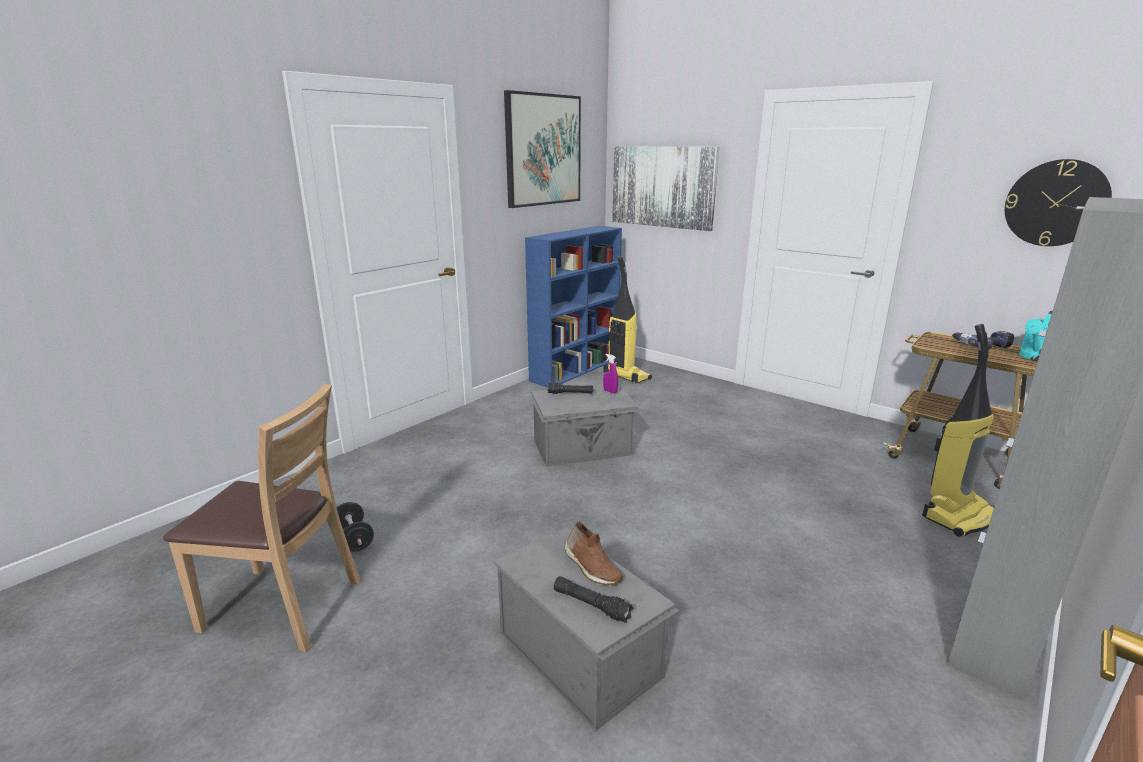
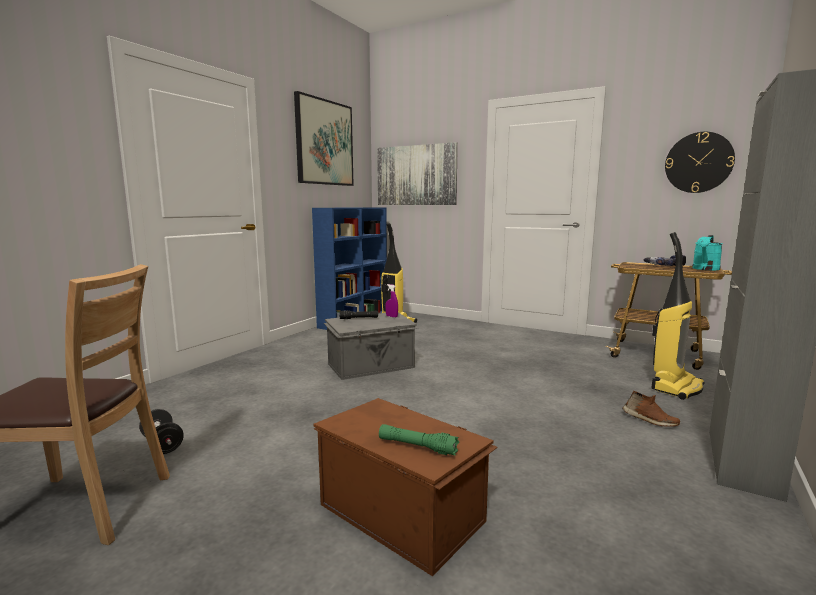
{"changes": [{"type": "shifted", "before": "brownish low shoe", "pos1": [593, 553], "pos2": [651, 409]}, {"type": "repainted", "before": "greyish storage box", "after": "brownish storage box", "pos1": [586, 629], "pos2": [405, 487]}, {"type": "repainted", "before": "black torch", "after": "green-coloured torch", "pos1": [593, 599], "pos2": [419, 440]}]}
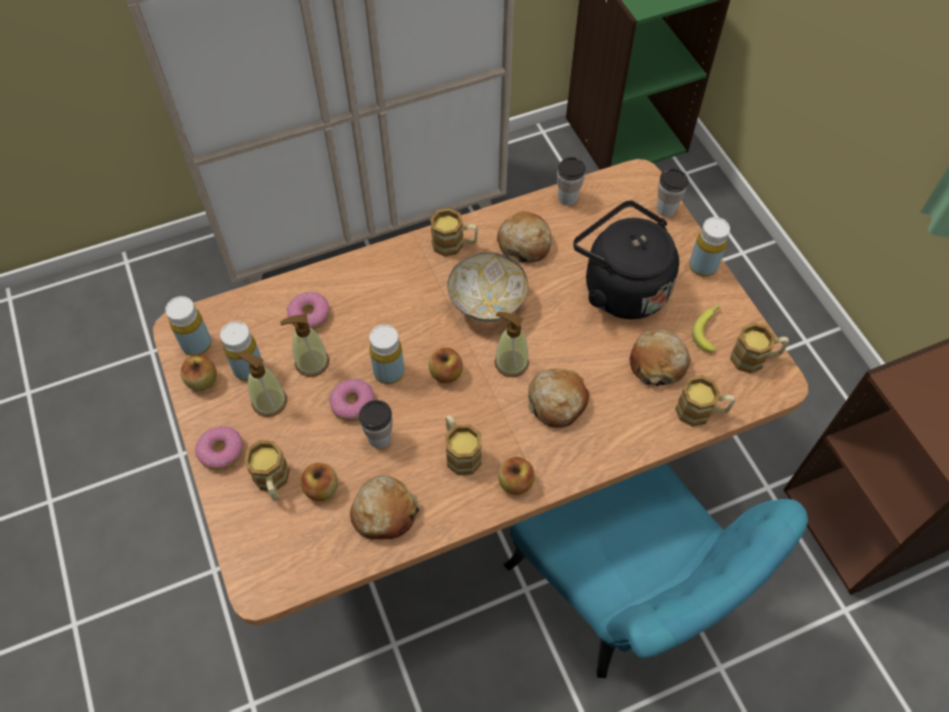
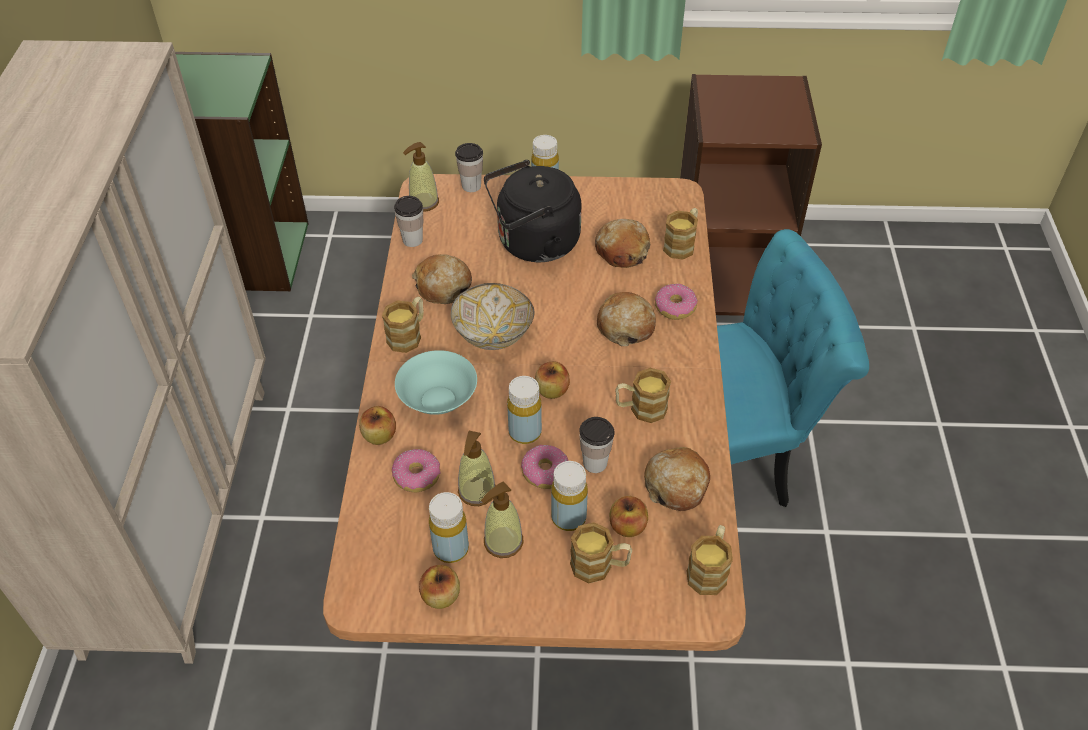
{"changes": [{"type": "gone", "before": "banana", "pos1": [706, 328]}, {"type": "new", "after": "turquoise-coloured deep dish", "pos2": [436, 382]}, {"type": "shifted", "before": "yellowish bottle", "pos1": [188, 326], "pos2": [569, 496]}, {"type": "shifted", "before": "donut", "pos1": [219, 448], "pos2": [676, 302]}, {"type": "shifted", "before": "soap dispenser", "pos1": [511, 344], "pos2": [421, 177]}, {"type": "shifted", "before": "whole apple", "pos1": [516, 476], "pos2": [377, 425]}, {"type": "shifted", "before": "tea mug", "pos1": [759, 348], "pos2": [710, 560]}]}
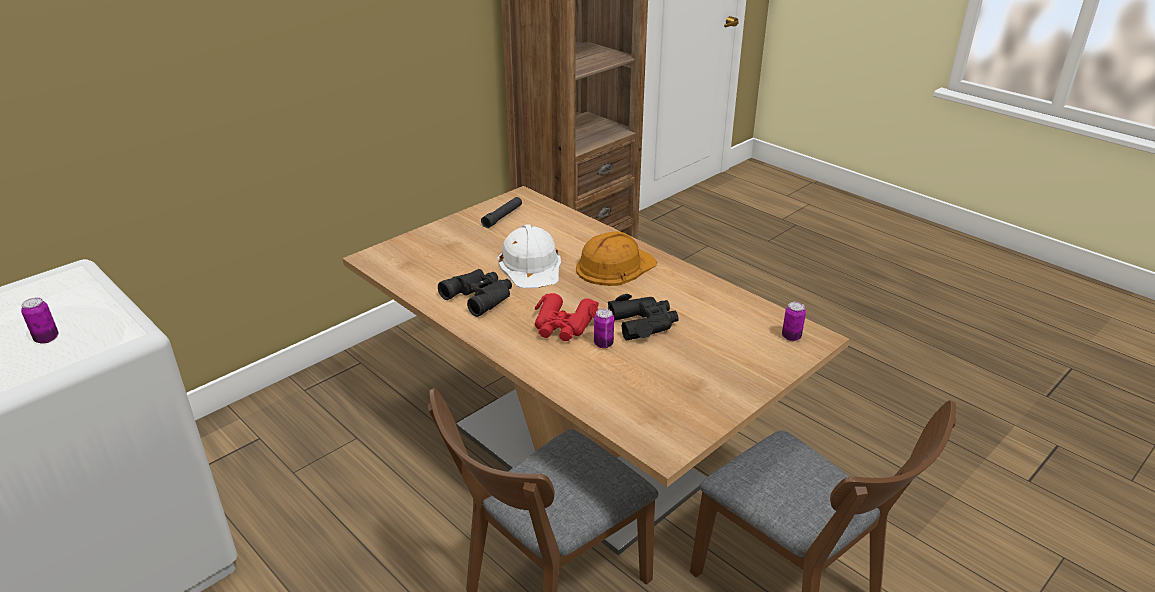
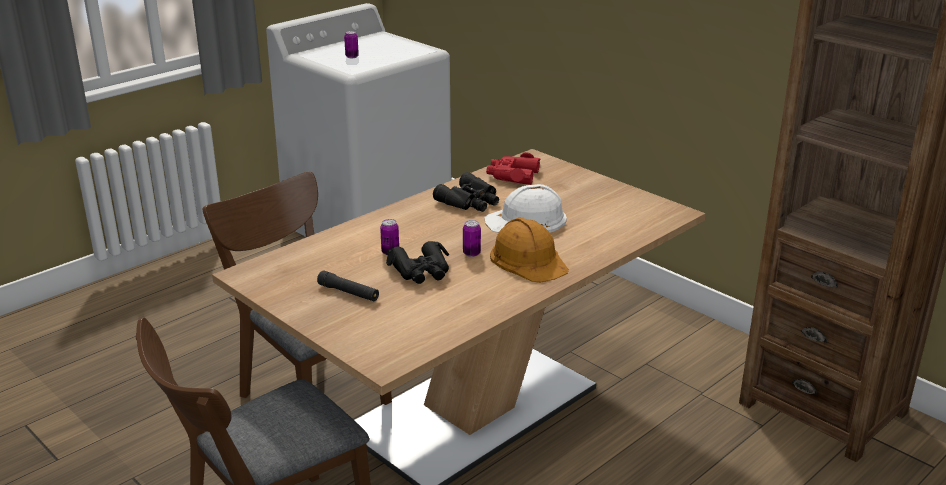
{"changes": [{"type": "shifted", "before": "black torch", "pos1": [501, 212], "pos2": [348, 285]}, {"type": "shifted", "before": "red-coloured binoculars", "pos1": [567, 317], "pos2": [513, 168]}, {"type": "shifted", "before": "sealed can", "pos1": [794, 321], "pos2": [472, 238]}]}
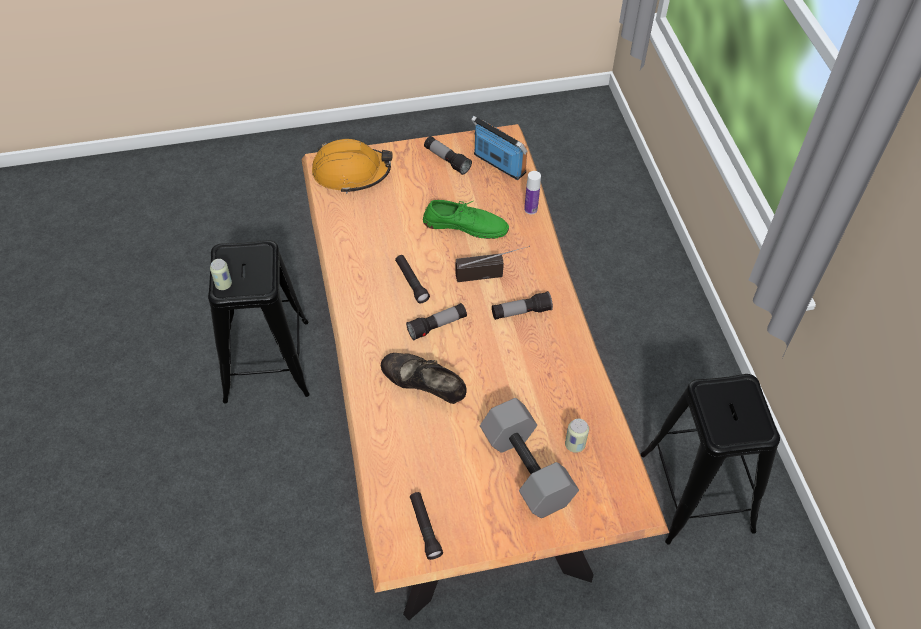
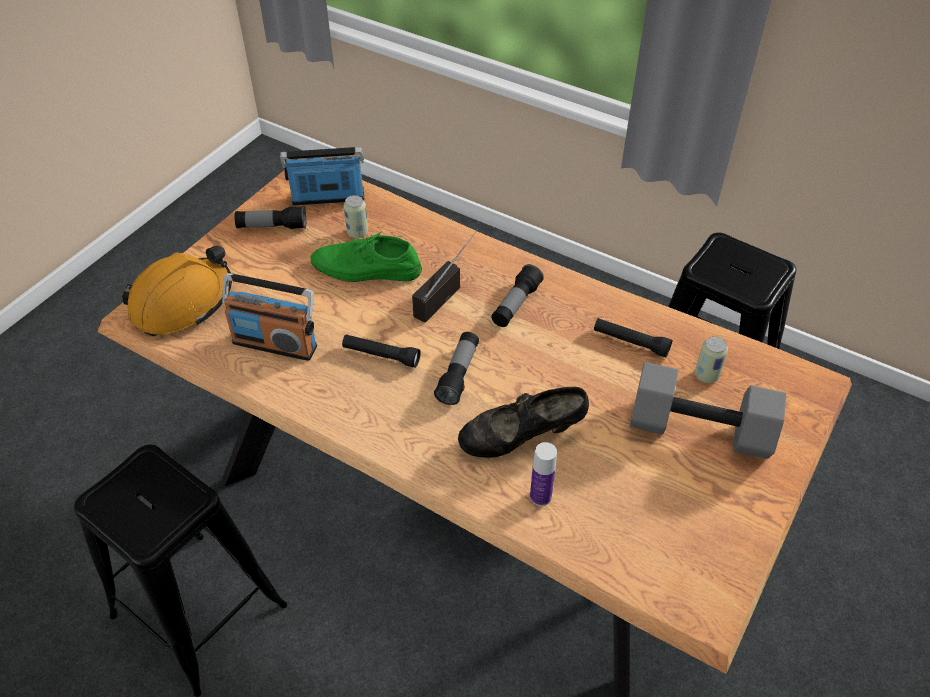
{"changes": [{"type": "new", "after": "radio", "pos2": [269, 317]}, {"type": "shifted", "before": "sealed can", "pos1": [221, 274], "pos2": [356, 216]}, {"type": "shifted", "before": "black torch", "pos1": [426, 526], "pos2": [633, 337]}, {"type": "shifted", "before": "bottle", "pos1": [532, 192], "pos2": [543, 474]}, {"type": "rotated", "before": "green-coloured low shoe", "pos1": [466, 219], "pos2": [366, 256], "turn": -135}]}
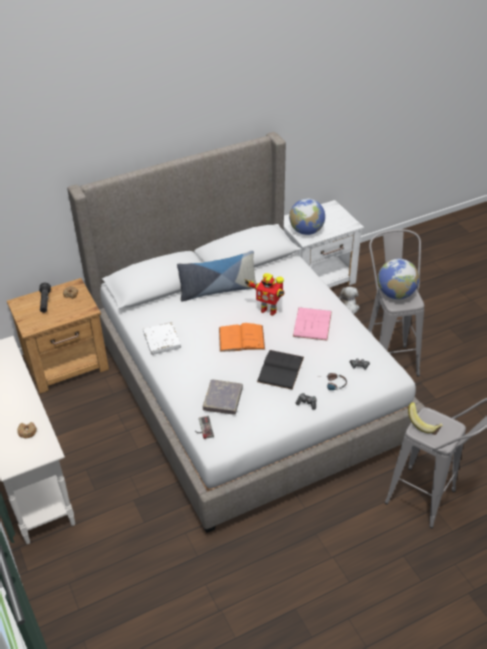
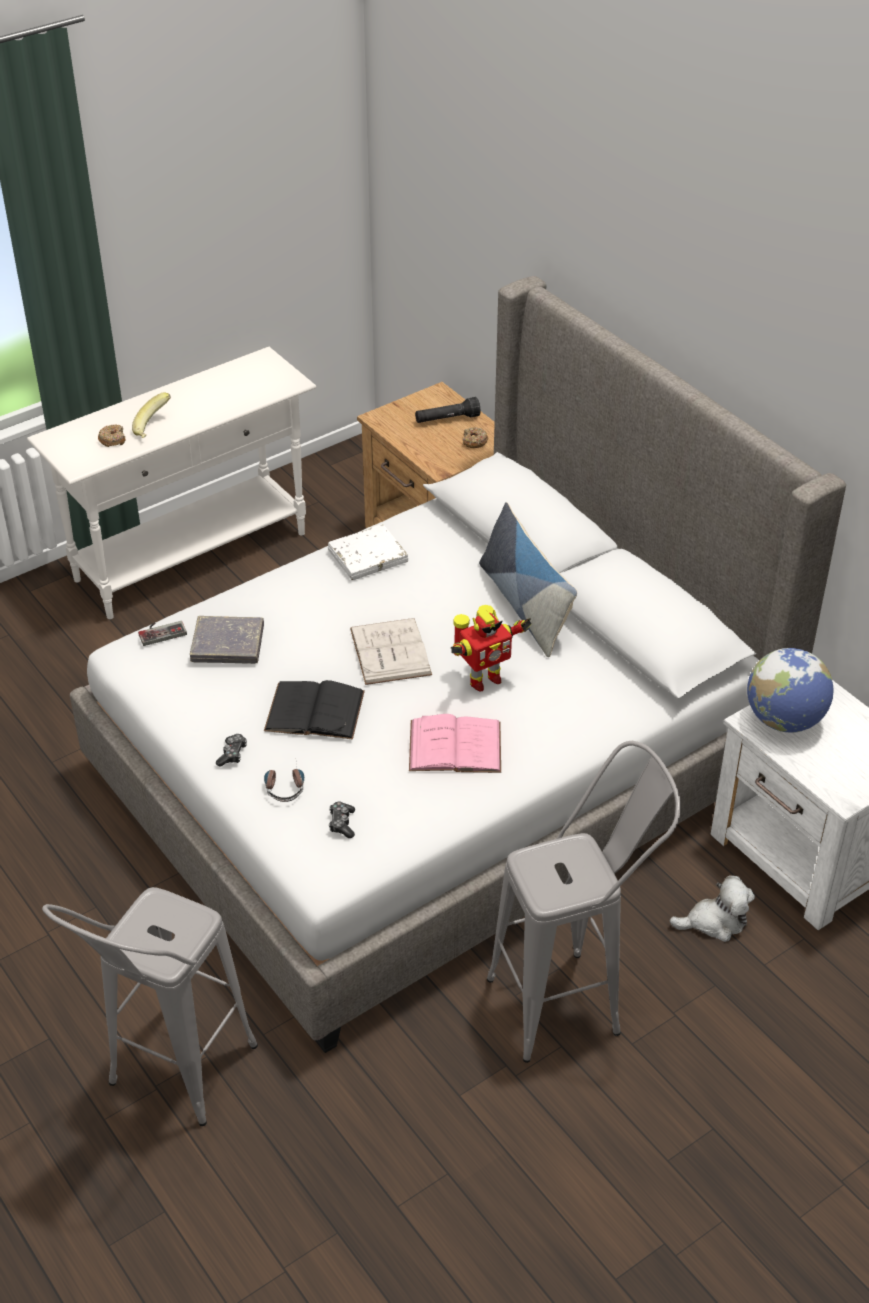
{"changes": [{"type": "gone", "before": "world globe", "pos1": [398, 279]}, {"type": "shifted", "before": "banana", "pos1": [425, 417], "pos2": [151, 415]}, {"type": "repainted", "before": "orange volume", "after": "white-coloured volume", "pos1": [242, 337], "pos2": [391, 651]}, {"type": "rotated", "before": "model robot", "pos1": [264, 294], "pos2": [491, 648], "turn": -135}]}
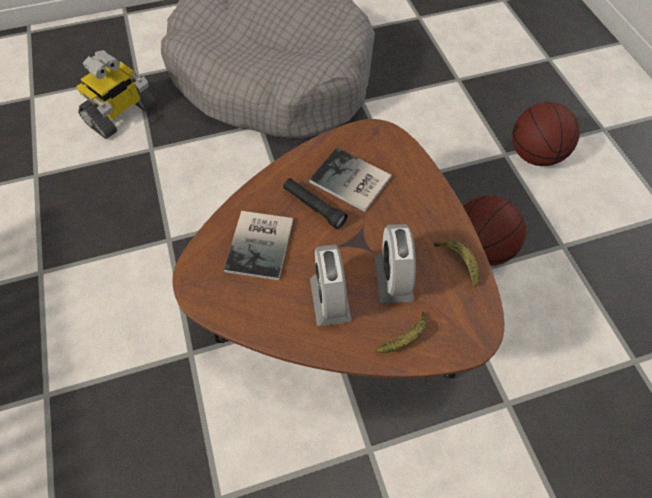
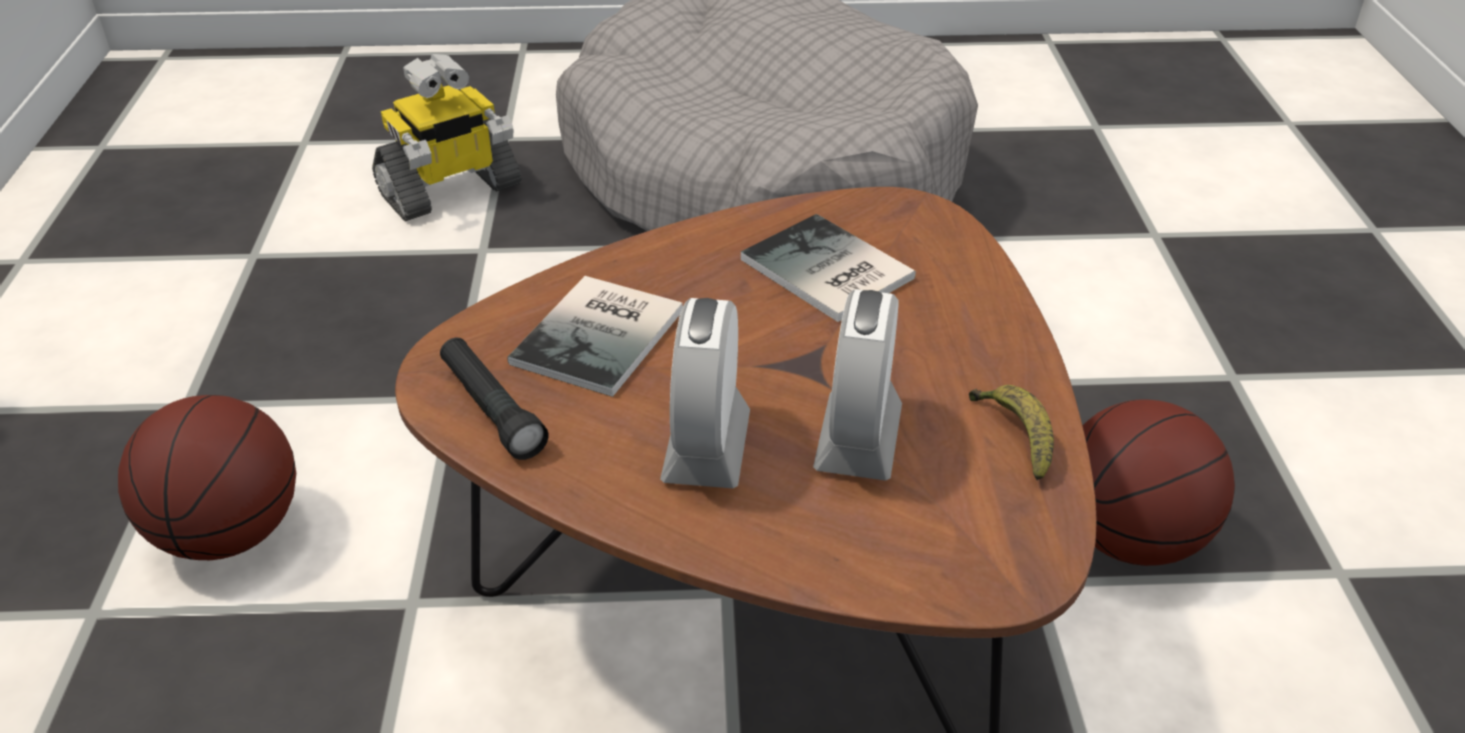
{"changes": [{"type": "gone", "before": "banana", "pos1": [401, 332]}, {"type": "shifted", "before": "black torch", "pos1": [315, 203], "pos2": [494, 399]}, {"type": "shifted", "before": "basketball", "pos1": [546, 134], "pos2": [207, 477]}]}
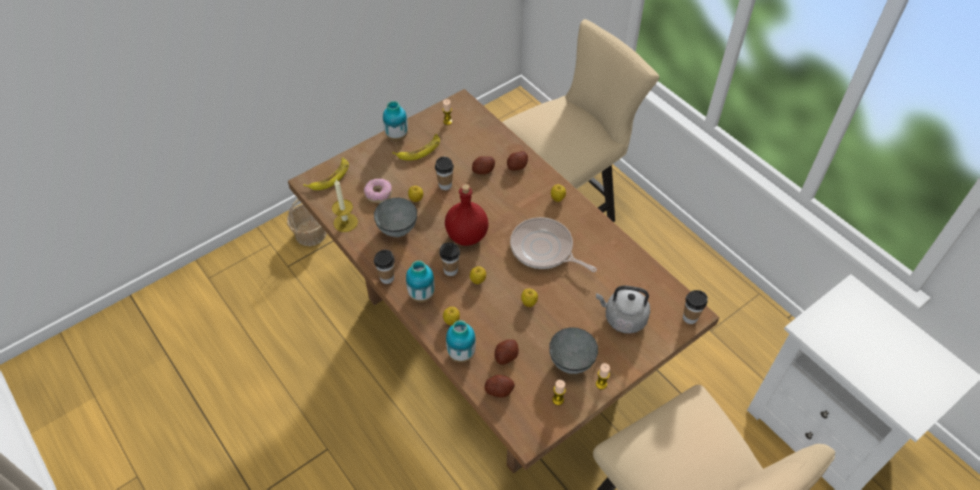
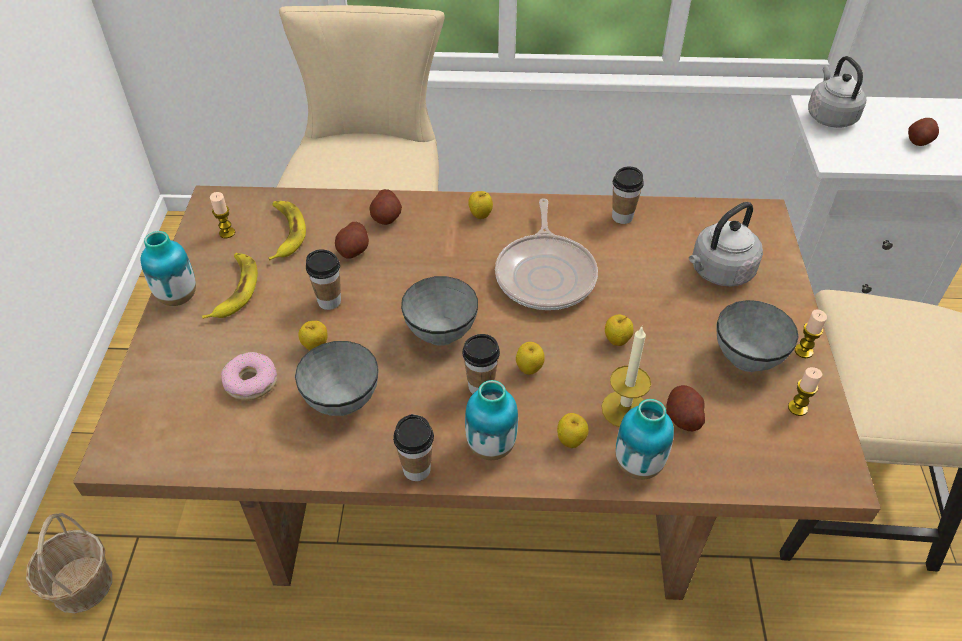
{"changes": [{"type": "new", "after": "greyish water kettle", "pos2": [837, 92]}, {"type": "shifted", "before": "banana", "pos1": [326, 173], "pos2": [287, 230]}, {"type": "shifted", "before": "wax light", "pos1": [345, 205], "pos2": [626, 377]}, {"type": "shifted", "before": "spud", "pos1": [499, 386], "pos2": [923, 132]}, {"type": "shifted", "before": "drinking cup", "pos1": [695, 307], "pos2": [628, 195]}, {"type": "swapped", "before": "red-coloured bottle", "after": "greyish deep dish", "pos1": [467, 215], "pos2": [439, 311]}, {"type": "rotated", "before": "frying pan", "pos1": [553, 244], "pos2": [546, 254], "turn": -75}]}
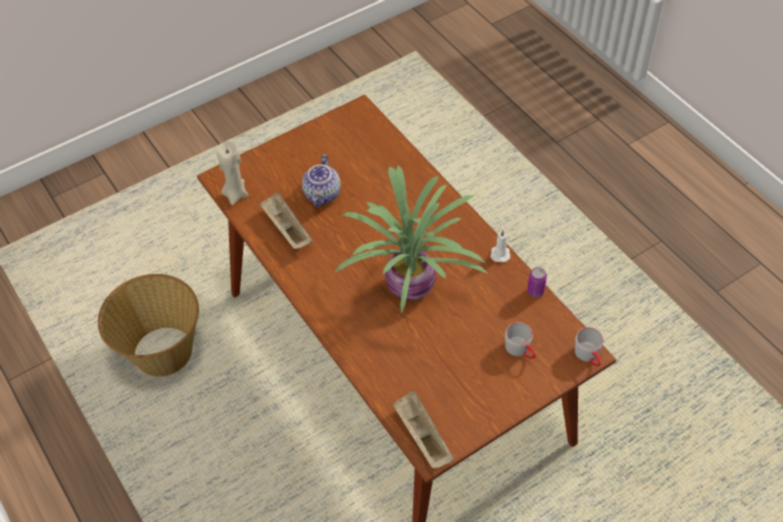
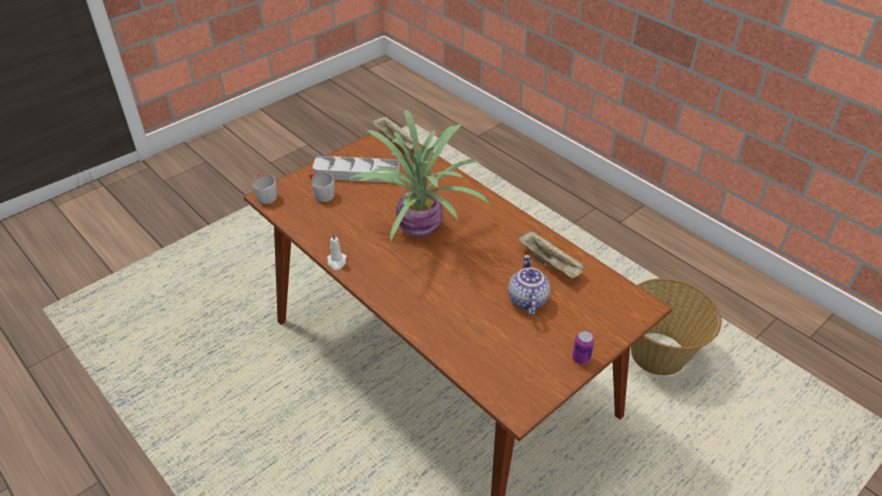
{"changes": [{"type": "gone", "before": "sand-coloured wax light", "pos1": [232, 173]}, {"type": "new", "after": "greyish tray", "pos2": [356, 169]}, {"type": "shifted", "before": "sealed can", "pos1": [537, 282], "pos2": [583, 347]}]}
